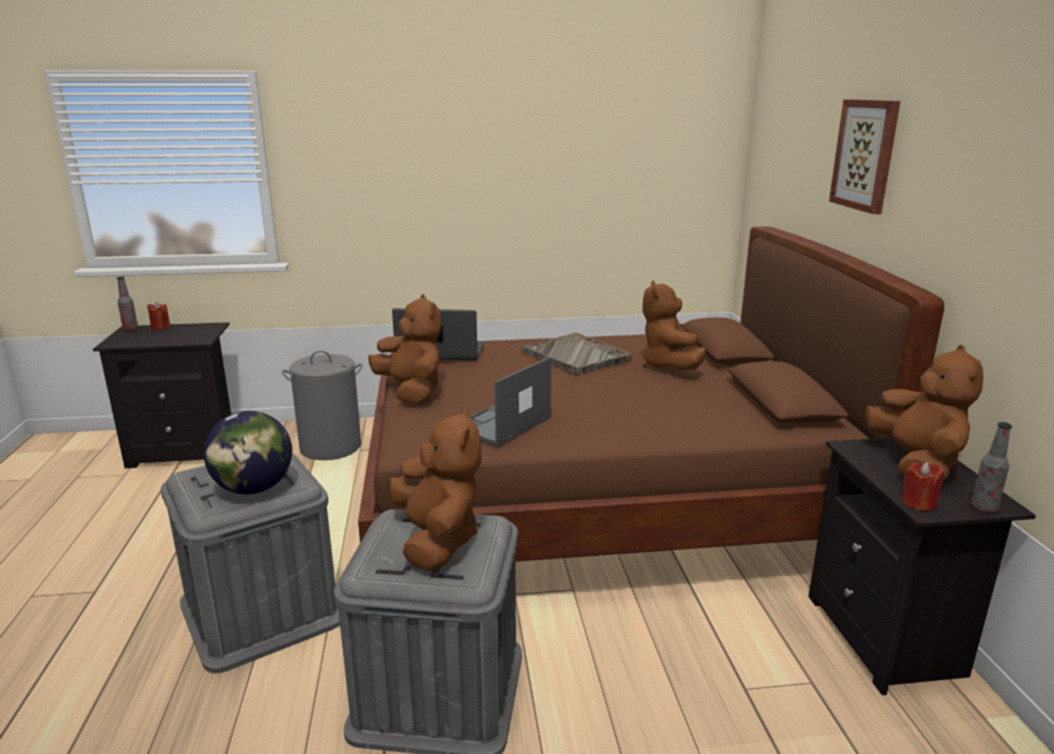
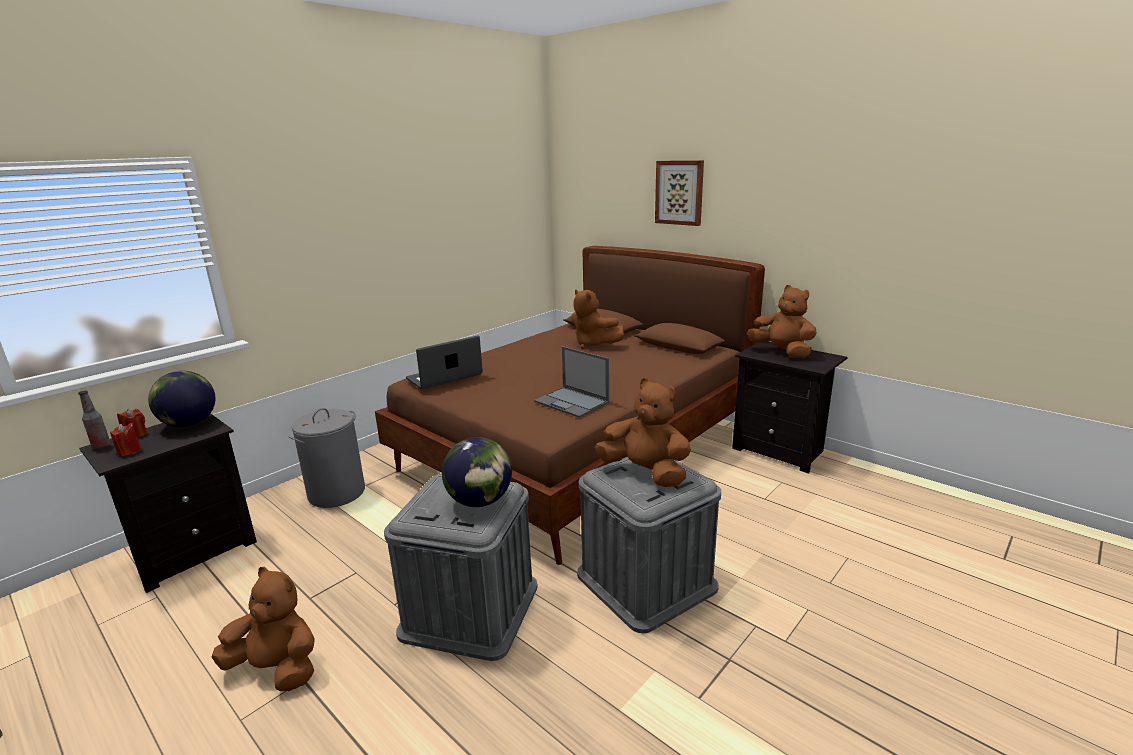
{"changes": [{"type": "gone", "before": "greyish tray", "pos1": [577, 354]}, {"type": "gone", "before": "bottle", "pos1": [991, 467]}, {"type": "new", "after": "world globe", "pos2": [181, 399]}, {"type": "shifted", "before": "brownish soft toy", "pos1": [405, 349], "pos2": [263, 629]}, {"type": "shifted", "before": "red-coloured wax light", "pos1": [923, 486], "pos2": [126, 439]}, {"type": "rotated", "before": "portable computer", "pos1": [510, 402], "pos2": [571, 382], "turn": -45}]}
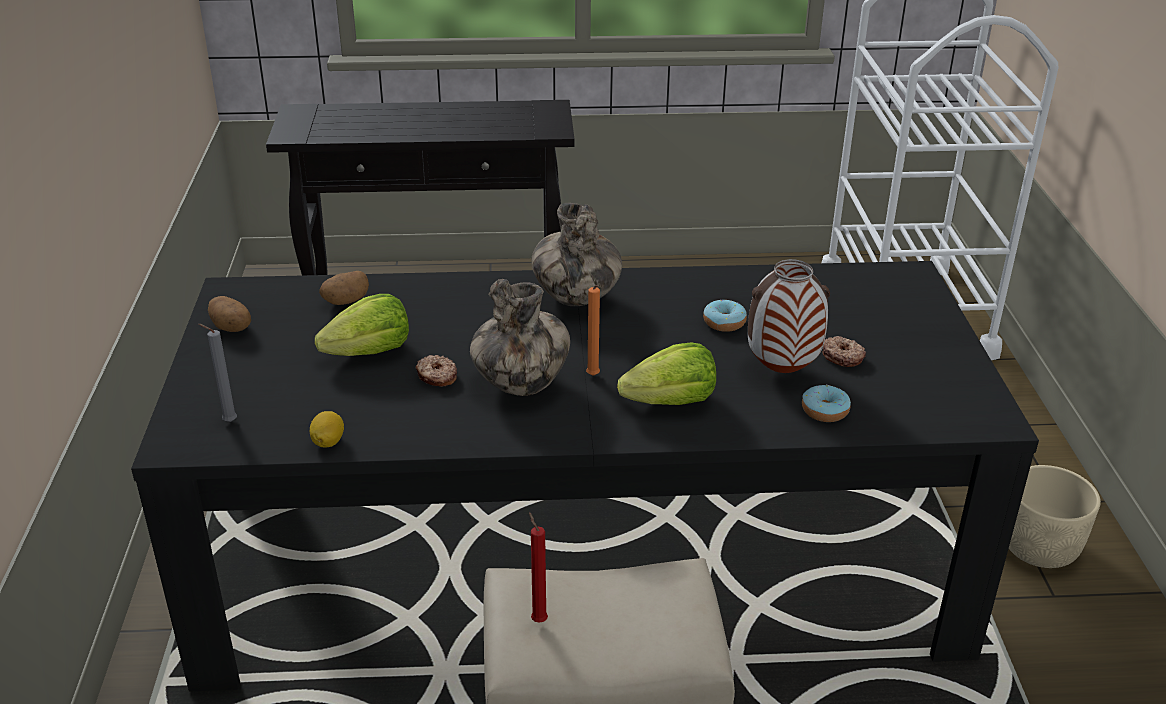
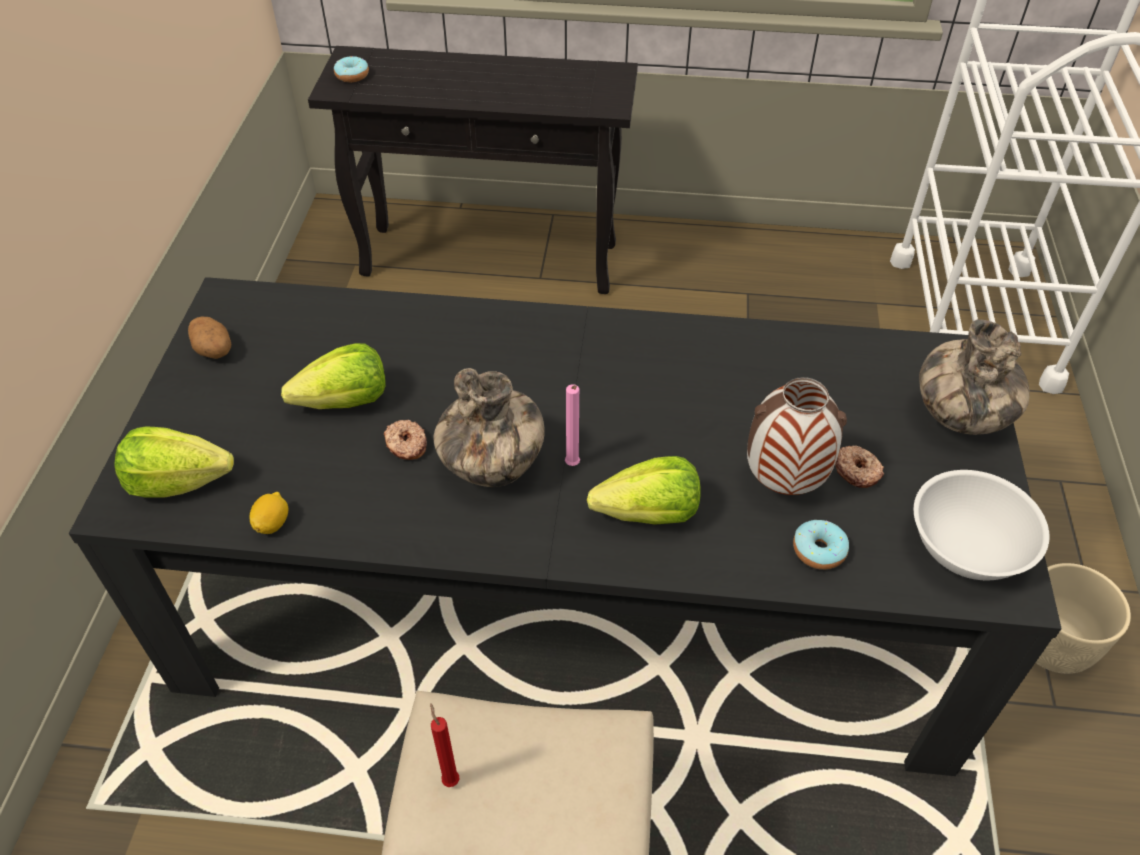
{"changes": [{"type": "gone", "before": "spud", "pos1": [344, 288]}, {"type": "new", "after": "white-coloured deep dish", "pos2": [982, 525]}, {"type": "shifted", "before": "vase", "pos1": [576, 254], "pos2": [974, 377]}, {"type": "shifted", "before": "donut", "pos1": [725, 316], "pos2": [351, 69]}, {"type": "swapped", "before": "greyish wax light", "after": "lettuce head", "pos1": [217, 373], "pos2": [174, 462]}, {"type": "repainted", "before": "orange wax light", "after": "pink wax light", "pos1": [593, 330], "pos2": [572, 425]}]}
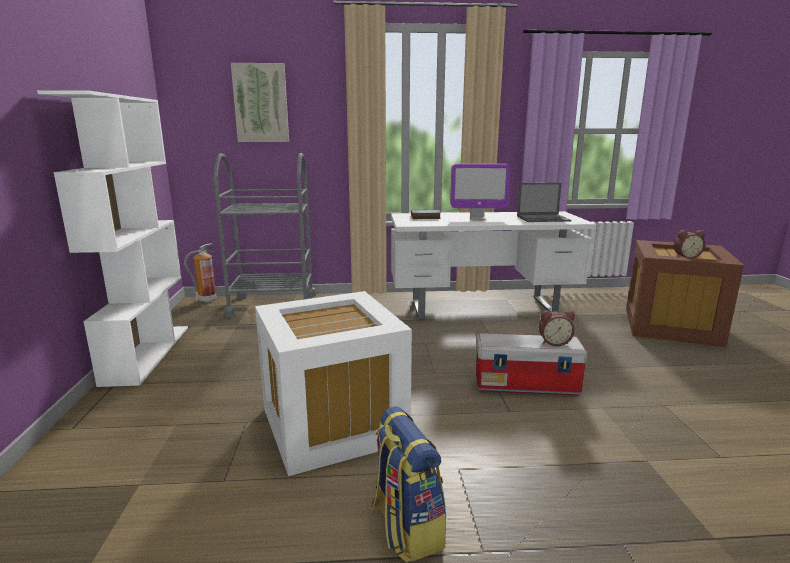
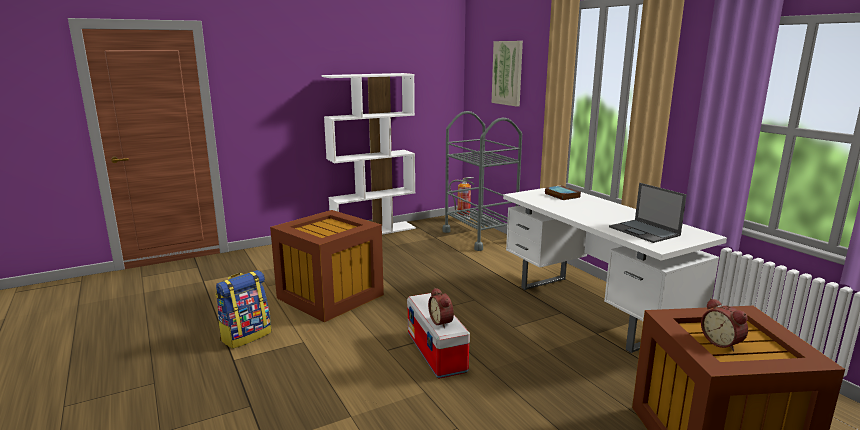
{"changes": [{"type": "gone", "before": "computer screen", "pos1": [480, 192]}, {"type": "repainted", "before": "white-coloured storage box", "after": "brownish storage box", "pos1": [333, 383], "pos2": [327, 266]}]}
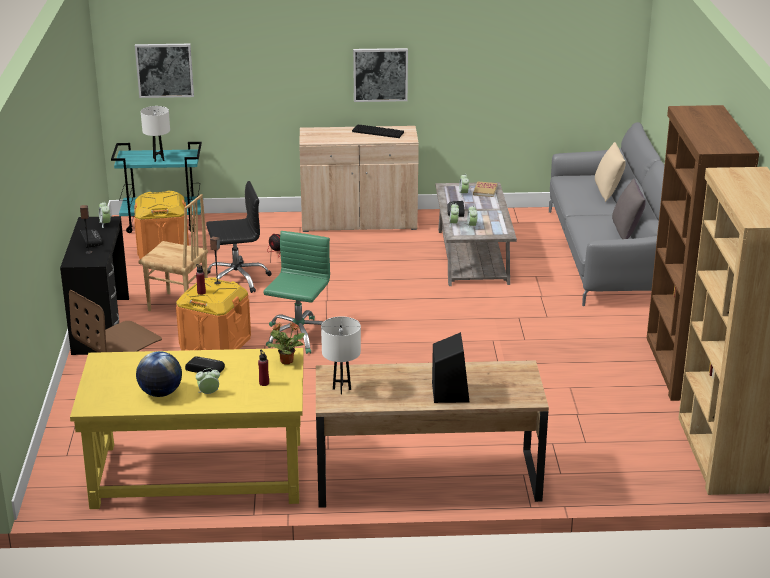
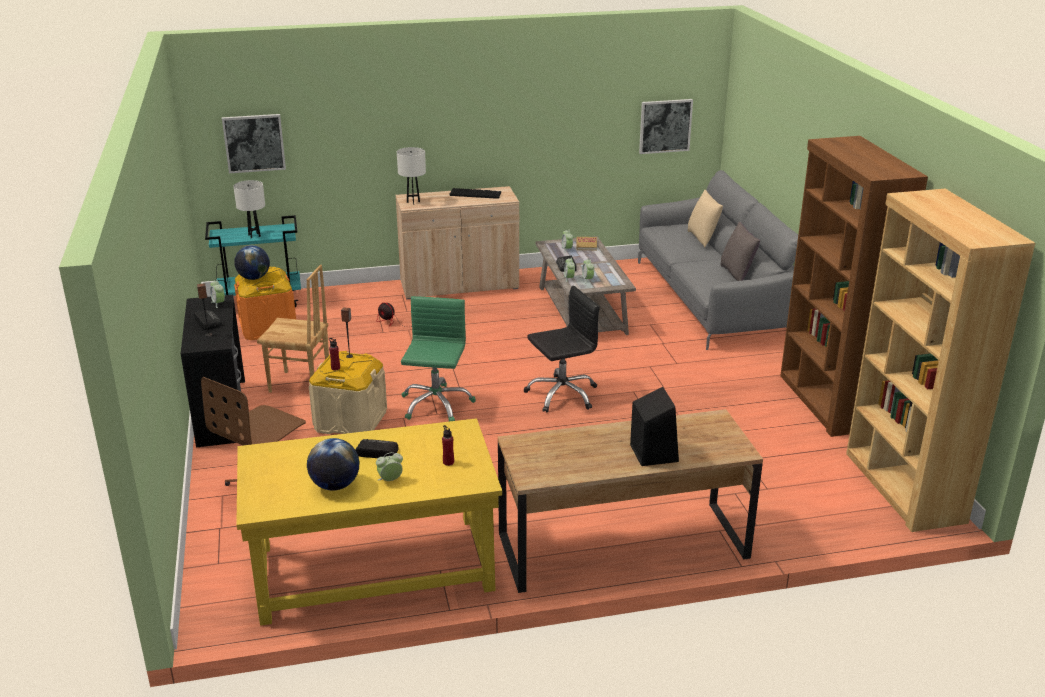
{"changes": [{"type": "gone", "before": "plant in a pot", "pos1": [286, 343]}, {"type": "new", "after": "world globe", "pos2": [252, 262]}, {"type": "shifted", "before": "black computer chair", "pos1": [239, 237], "pos2": [562, 349]}, {"type": "shifted", "before": "white-coloured tabletop lamp", "pos1": [341, 355], "pos2": [411, 176]}, {"type": "shifted", "before": "wall art", "pos1": [380, 75], "pos2": [666, 126]}, {"type": "repainted", "before": "orange storage box", "after": "sand-coloured storage box", "pos1": [213, 314], "pos2": [348, 392]}]}
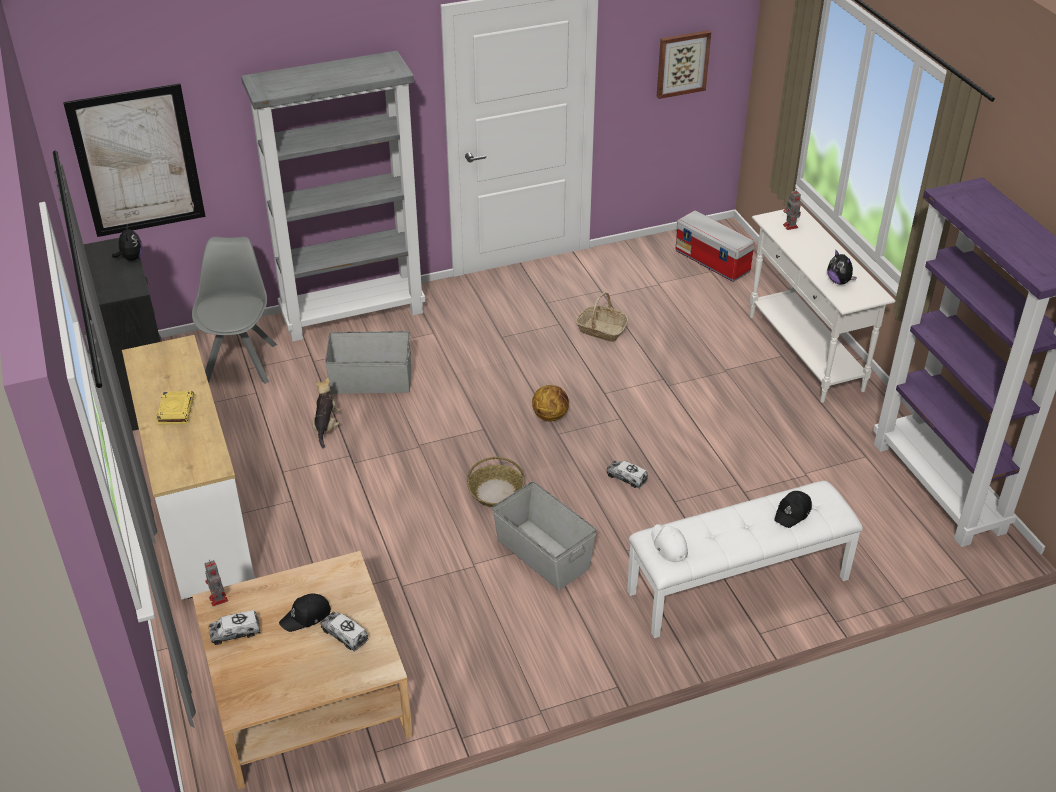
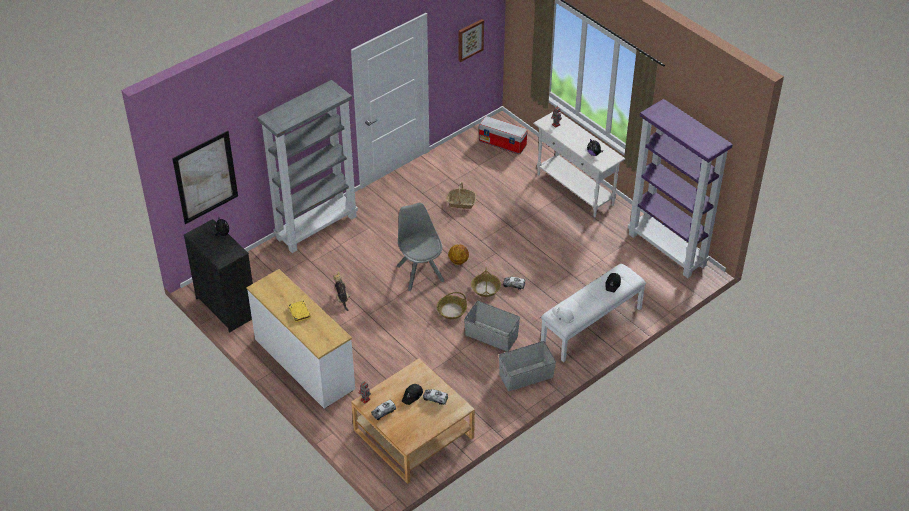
{"changes": [{"type": "new", "after": "storage basket", "pos2": [486, 281]}, {"type": "shifted", "before": "greyish chair", "pos1": [234, 310], "pos2": [421, 247]}, {"type": "shifted", "before": "greyish storage box", "pos1": [368, 362], "pos2": [527, 366]}]}
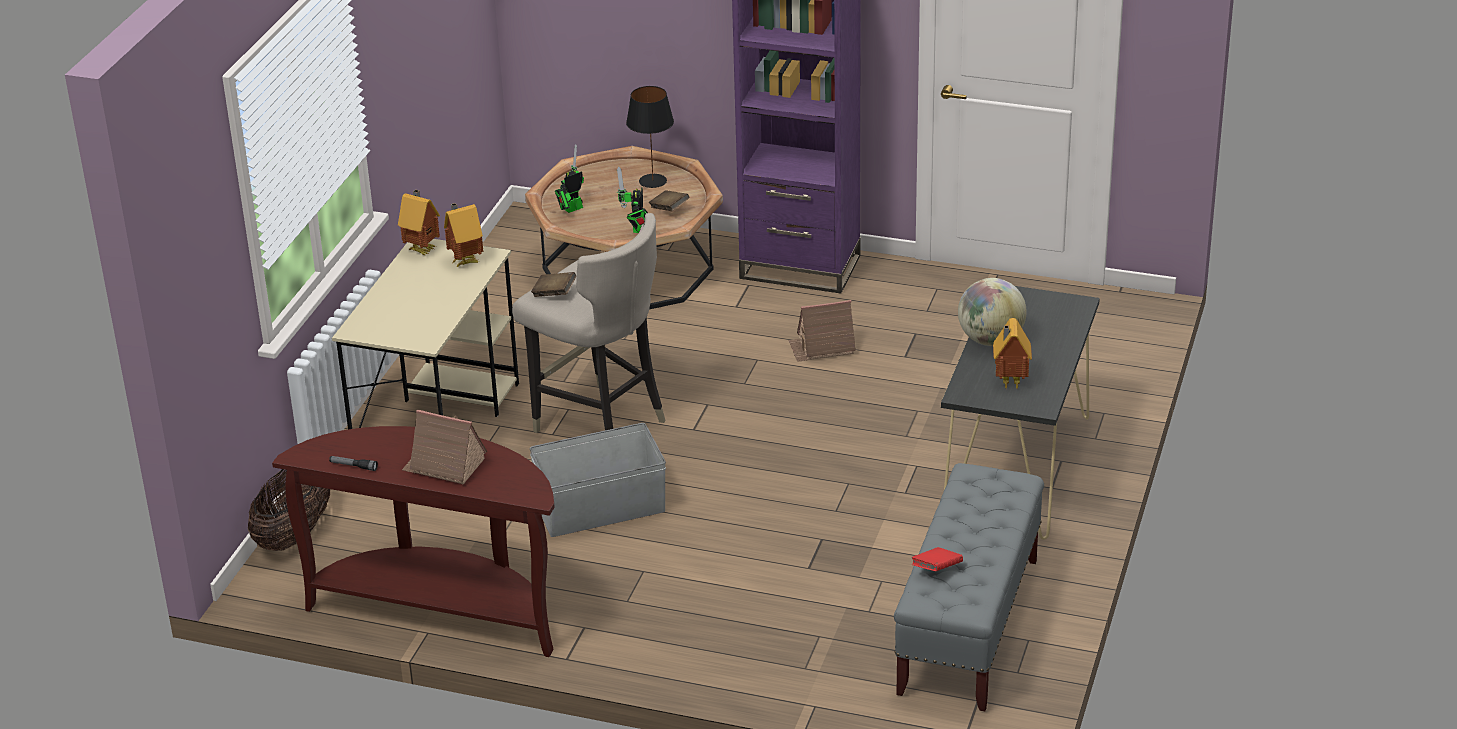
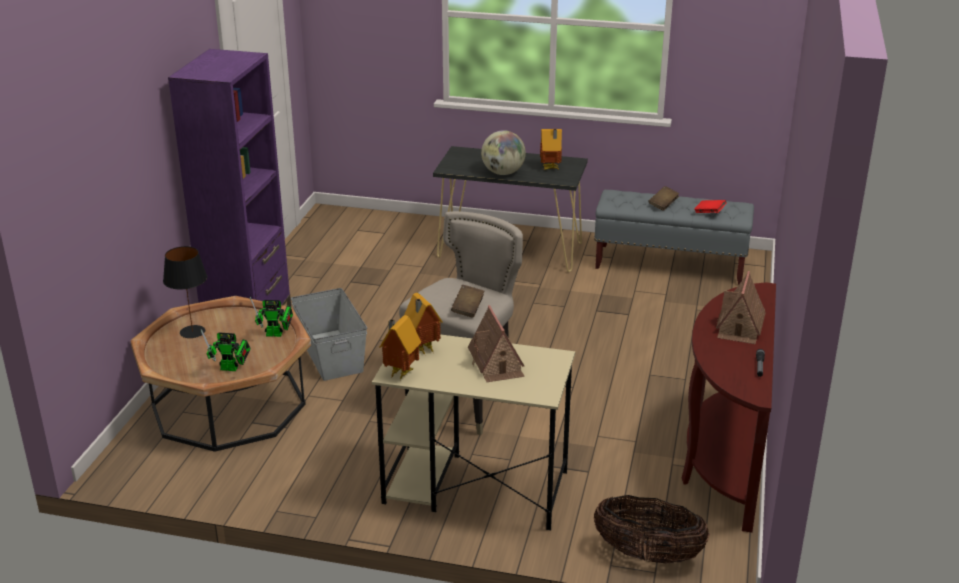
{"changes": [{"type": "shifted", "before": "greyish storage box", "pos1": [598, 480], "pos2": [329, 334]}, {"type": "shifted", "before": "brownish volume", "pos1": [668, 200], "pos2": [663, 198]}, {"type": "shifted", "before": "toy house", "pos1": [822, 331], "pos2": [496, 343]}, {"type": "rotated", "before": "model robot", "pos1": [569, 178], "pos2": [226, 350], "turn": -45}]}
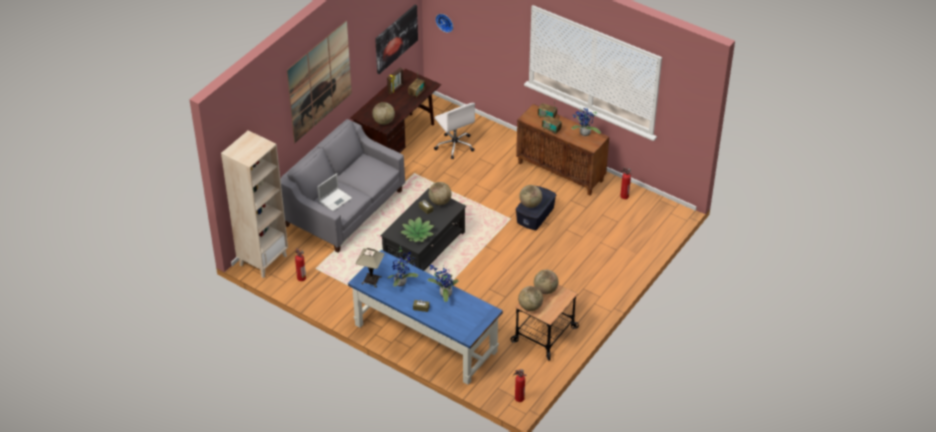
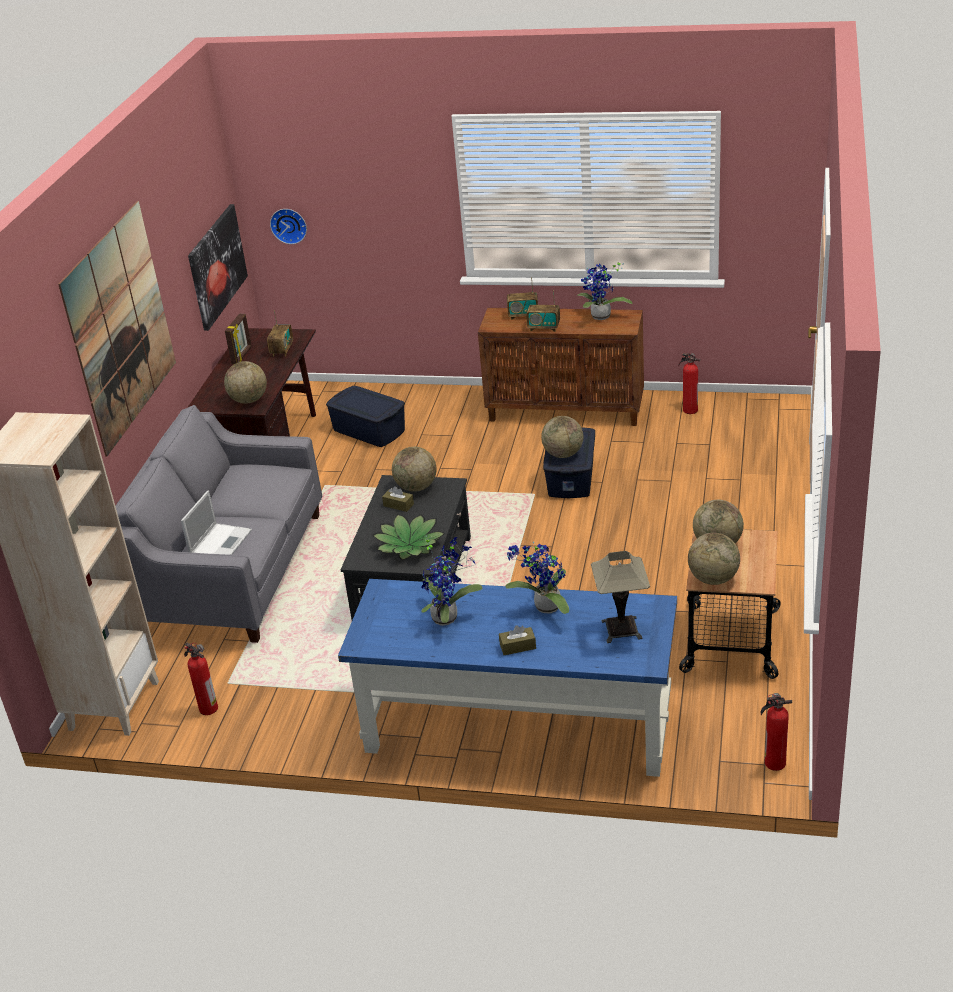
{"changes": [{"type": "shifted", "before": "tabletop lamp", "pos1": [370, 268], "pos2": [620, 597]}, {"type": "swapped", "before": "white-coloured computer chair", "after": "blue-coloured storage box", "pos1": [454, 131], "pos2": [365, 416]}]}
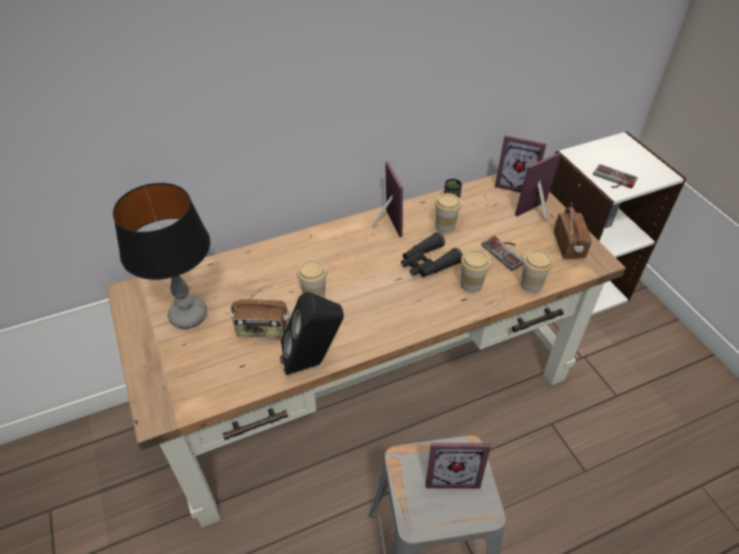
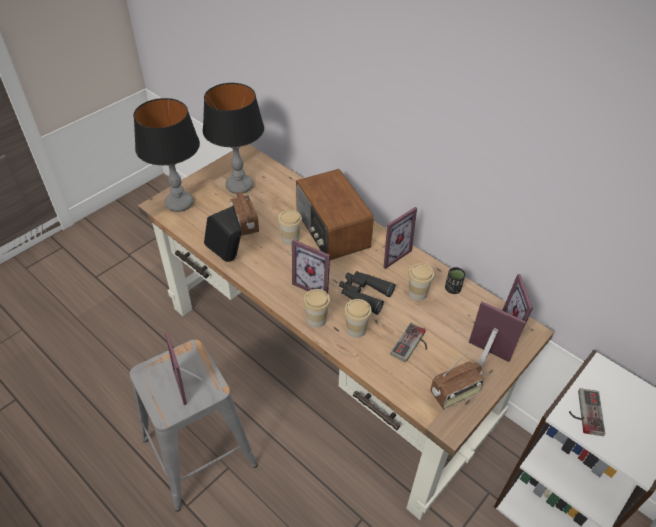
{"changes": [{"type": "new", "after": "tabletop lamp", "pos2": [167, 155]}, {"type": "new", "after": "photo frame", "pos2": [311, 266]}, {"type": "new", "after": "radio", "pos2": [335, 214]}, {"type": "shifted", "before": "drinking cup", "pos1": [537, 271], "pos2": [316, 308]}]}
